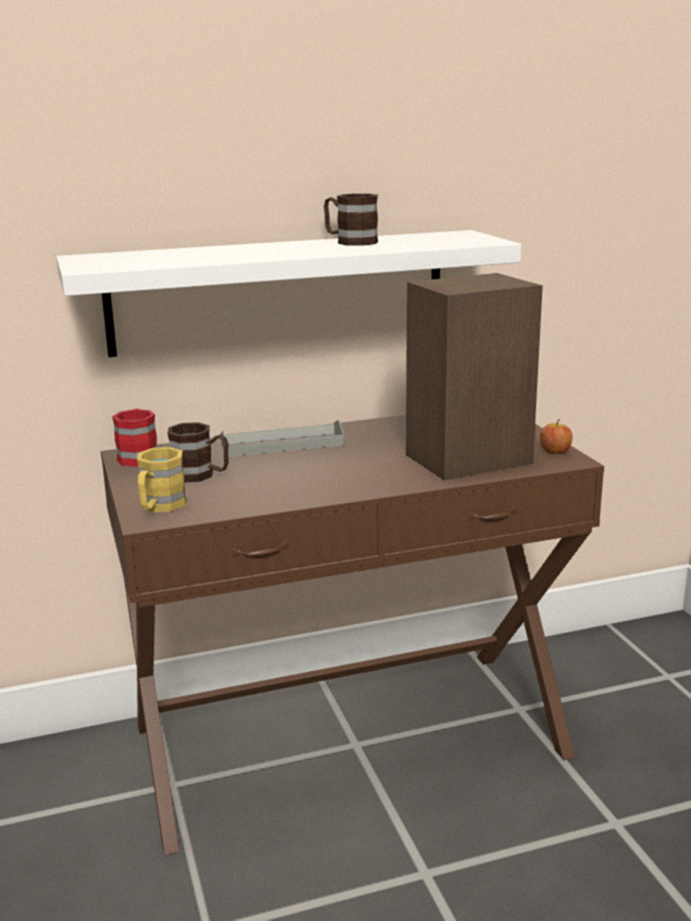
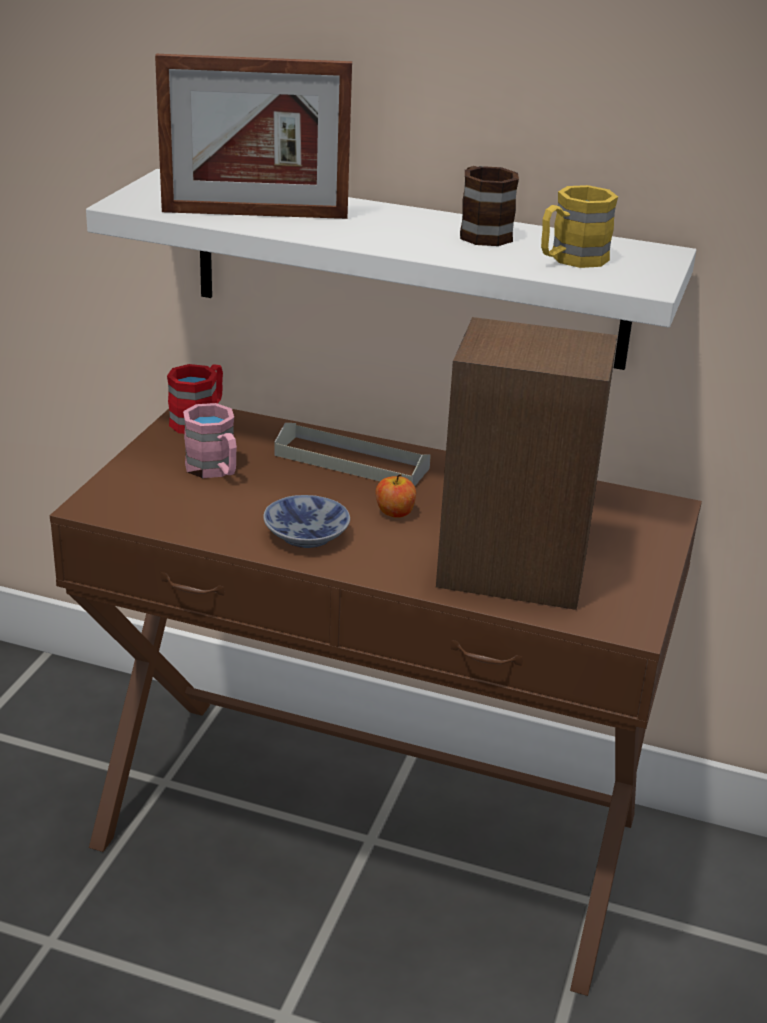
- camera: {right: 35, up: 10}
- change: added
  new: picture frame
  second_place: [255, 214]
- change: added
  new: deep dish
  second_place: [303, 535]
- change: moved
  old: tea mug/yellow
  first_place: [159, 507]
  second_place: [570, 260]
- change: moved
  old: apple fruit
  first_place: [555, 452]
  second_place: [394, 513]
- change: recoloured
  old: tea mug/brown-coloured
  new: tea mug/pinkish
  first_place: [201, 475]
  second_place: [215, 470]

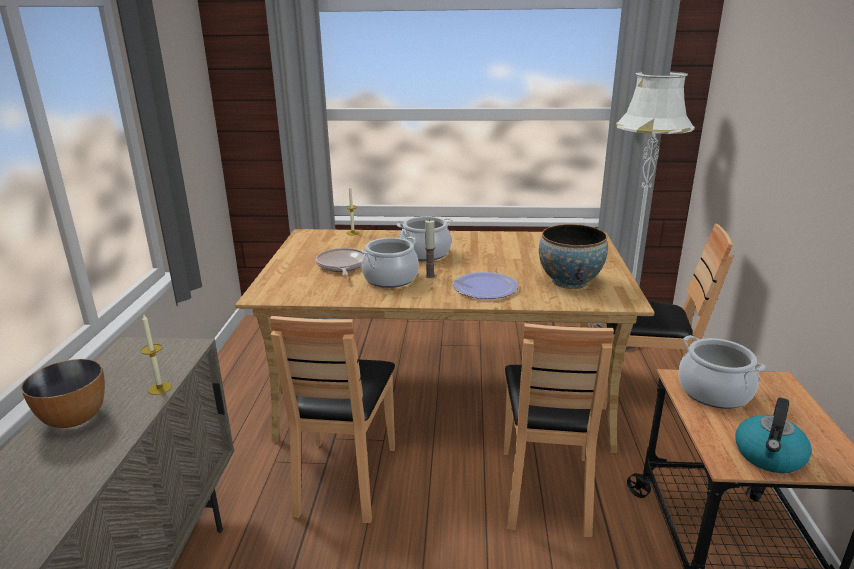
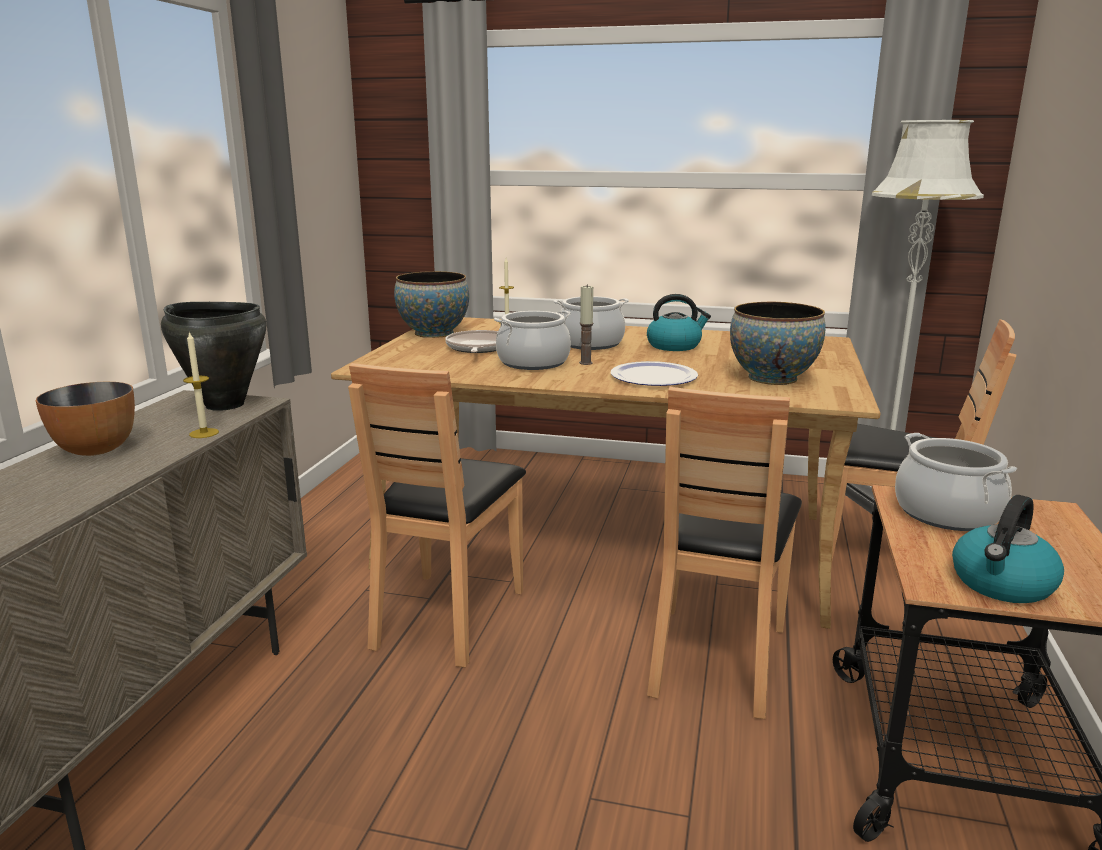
- camera: {right: 10, up: -5}
- change: added
  new: stockpot/blackish
  second_place: [224, 404]
- change: added
  new: deep dish
  second_place: [434, 333]
- change: added
  new: water kettle
  second_place: [674, 346]

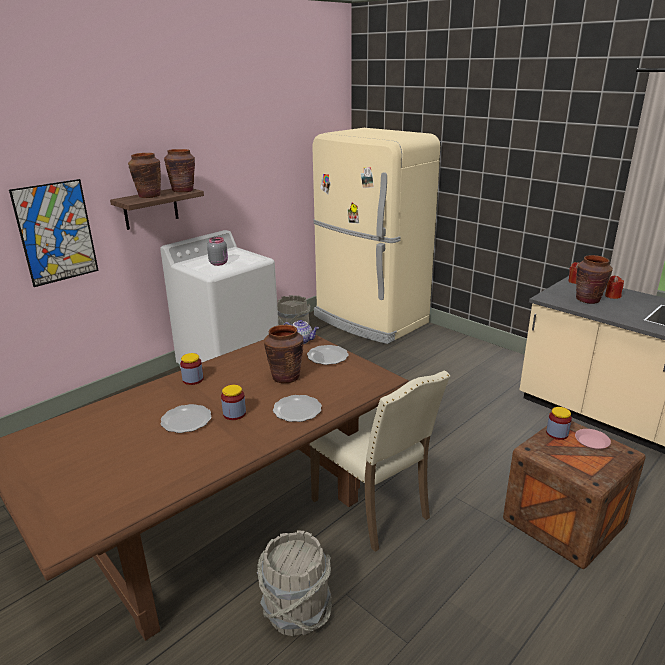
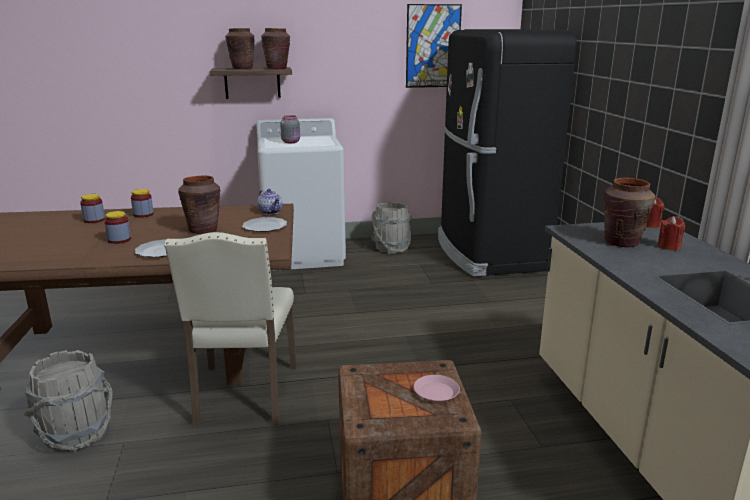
- camera: {right: 35, up: -5}
- change: removed
  old: dinner plate
  first_place: [186, 420]
- change: moved
  old: wall picture
  first_place: [56, 232]
  second_place: [433, 46]
- change: moved
  old: preserve jar
  first_place: [557, 433]
  second_place: [94, 220]
- change: recoloured
  old: kitchen fridge/sand-coloured
  new: kitchen fridge/blackish
  first_place: [369, 320]
  second_place: [488, 253]

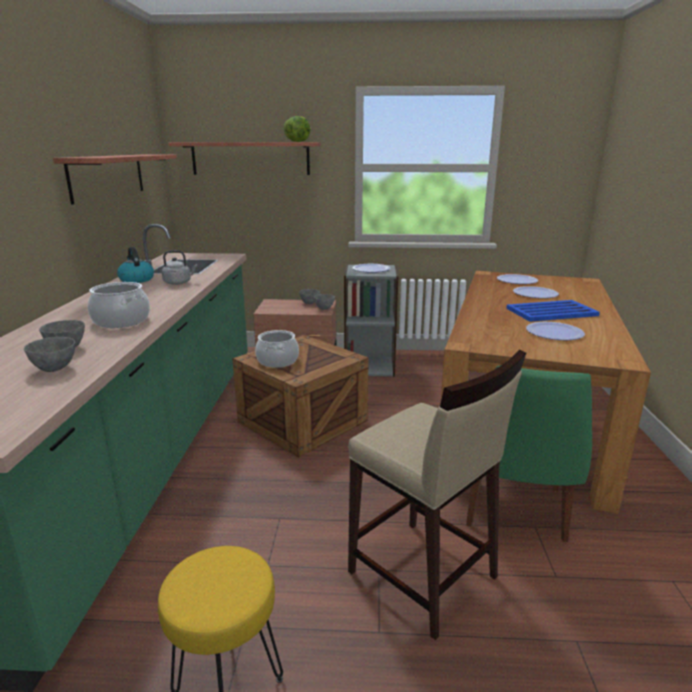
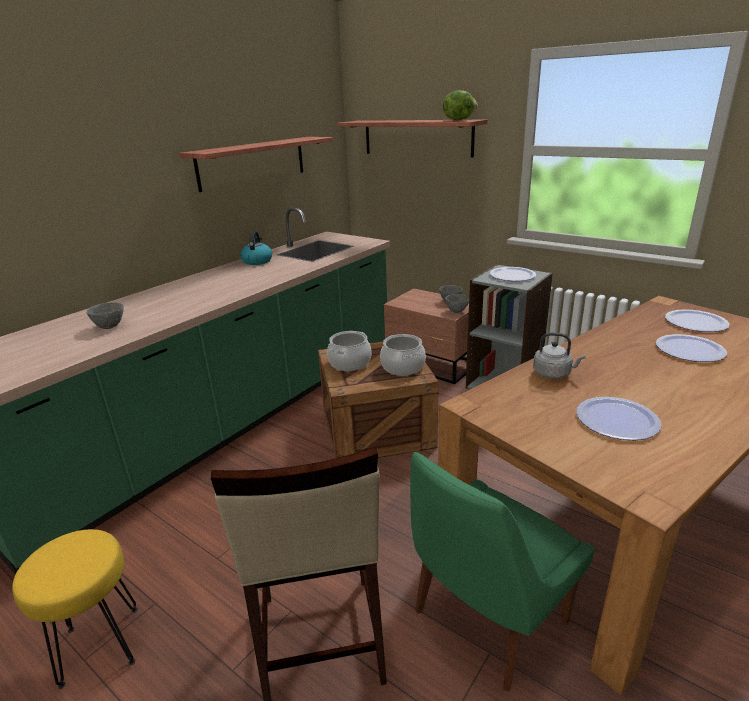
- camera: {right: 35, up: 5}
- change: removed
  old: deep dish/gray
  first_place: [55, 368]
- change: removed
  old: serving tray/blue-coloured
  first_place: [550, 312]
- change: moved
  old: stockpot
  first_place: [121, 321]
  second_place: [402, 367]
- change: moved
  old: water kettle/gray
  first_place: [179, 283]
  second_place: [553, 374]

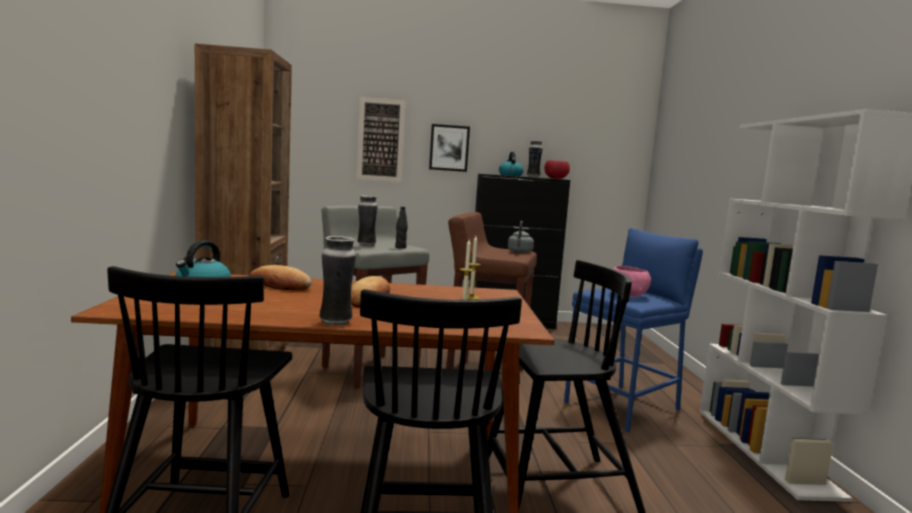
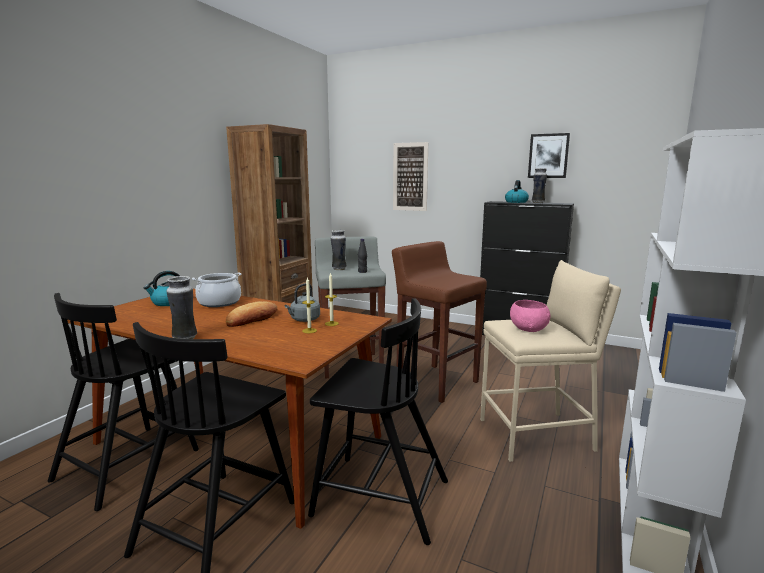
- camera: {right: 30, up: 5}
- change: removed
  old: deep dish/red
  first_place: [556, 178]
- change: moved
  old: wall picture
  first_place: [449, 148]
  second_place: [548, 156]
- change: moved
  old: water kettle/gray
  first_place: [519, 252]
  second_place: [304, 320]
- change: replaced
  old: bakery bread
  new: stockpot
  first_place: [279, 285]
  second_place: [219, 302]
- change: recoloured
  old: sitting stool/blue-coloured
  new: sitting stool/sand-coloured
  first_place: [623, 406]
  second_place: [536, 435]

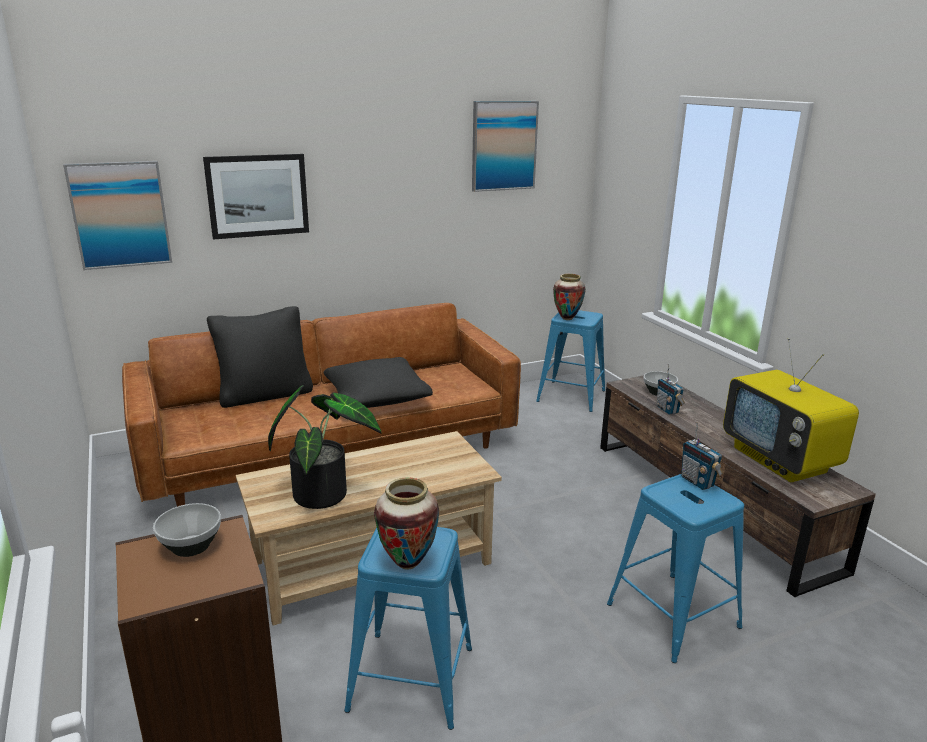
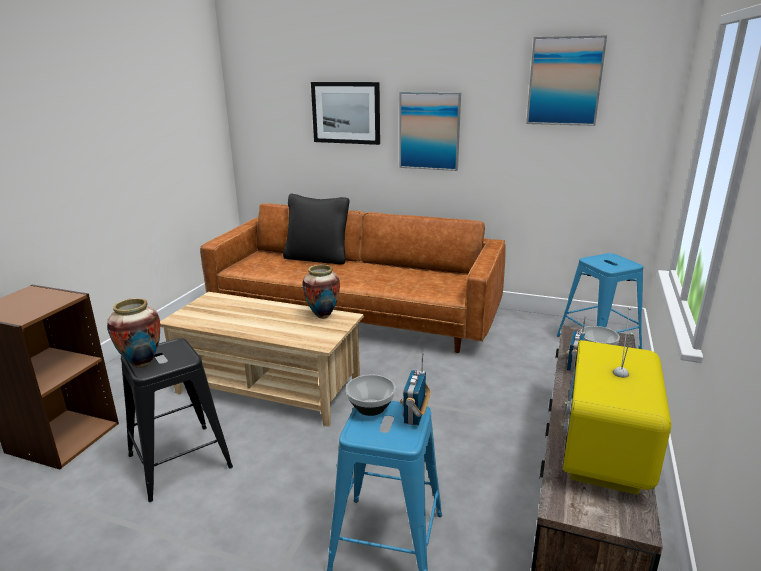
- camera: {right: 45, up: 0}
- change: removed
  old: potted plant
  first_place: [325, 492]
- change: removed
  old: throw pillow/blackish
  first_place: [376, 398]
- change: moved
  old: wall picture
  first_place: [120, 214]
  second_place: [429, 131]
- change: moved
  old: deep dish
  first_place: [191, 546]
  second_place: [371, 407]
- change: moved
  old: decorative vase
  first_place: [567, 318]
  second_place: [322, 316]
- change: recoloured
  old: sitting stool/blue-coloured
  new: sitting stool/blackish
  first_place: [410, 679]
  second_place: [179, 461]

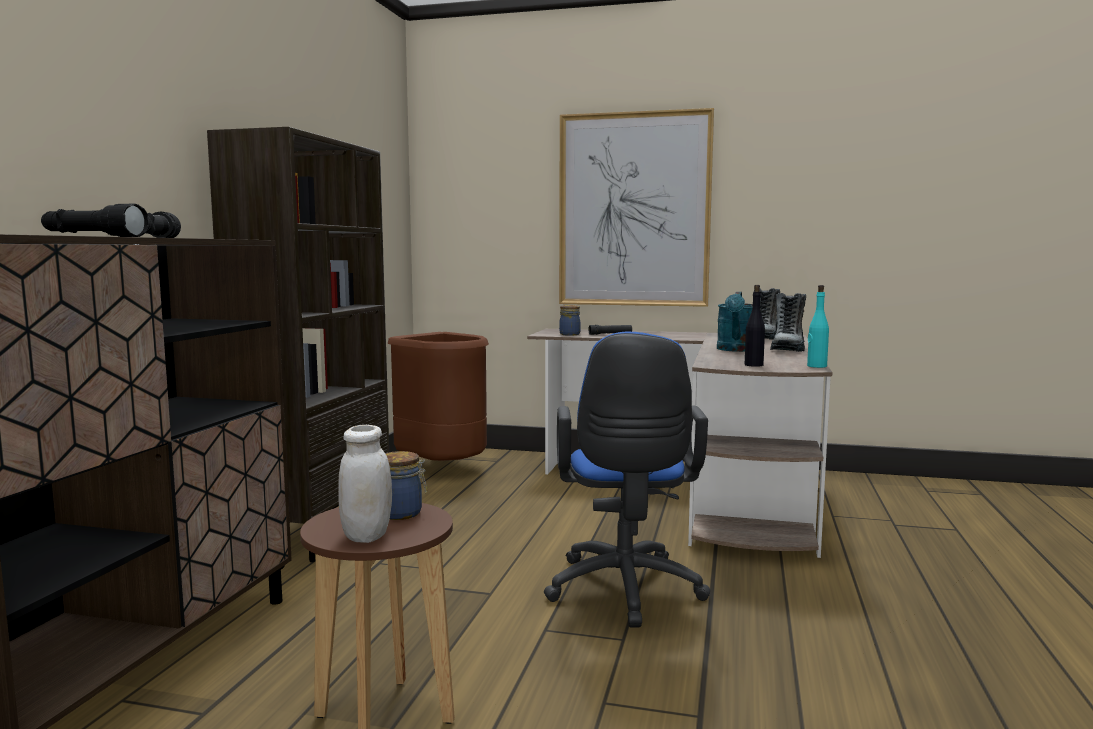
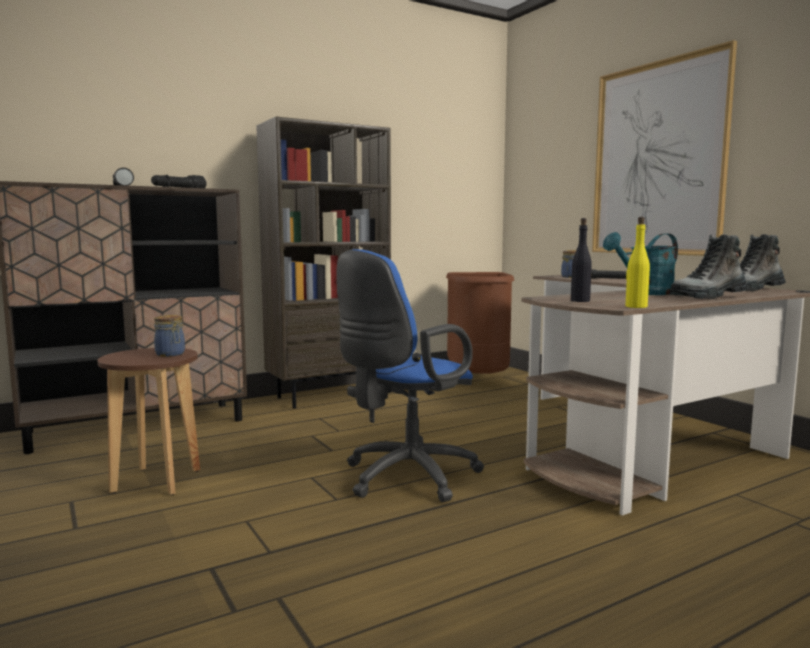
- camera: {right: 45, up: 0}
- change: removed
  old: preserve jar/white
  first_place: [367, 536]
- change: recoloured
  old: beverage bottle/turquoise
  new: beverage bottle/yellow
  first_place: [816, 366]
  second_place: [636, 306]

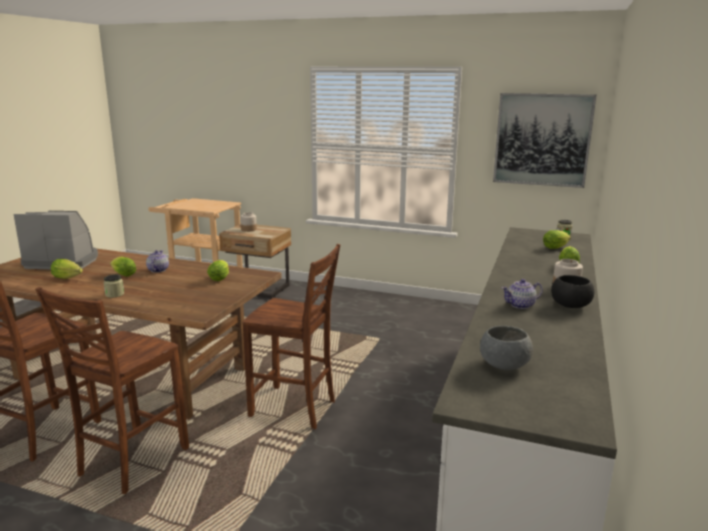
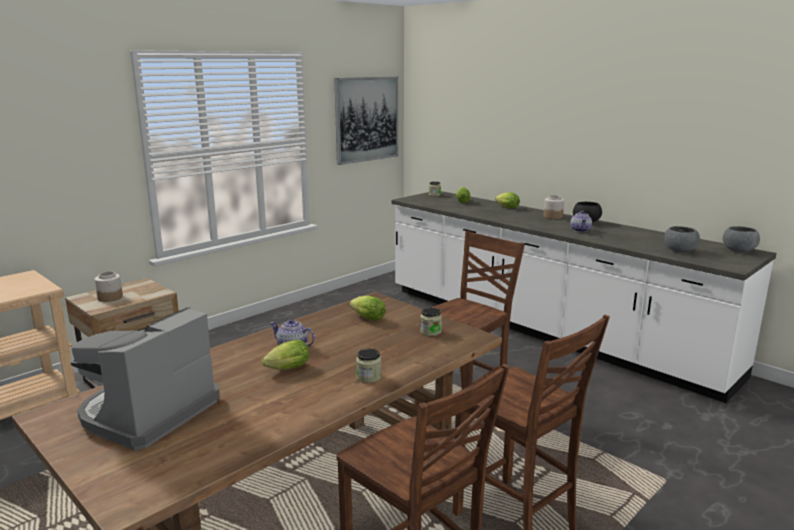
- camera: {right: -65, up: 0}
- change: removed
  old: lettuce
  first_place: [69, 278]
- change: added
  new: preserve jar
  second_place: [430, 332]
- change: added
  new: deep dish/gray
  second_place: [738, 250]

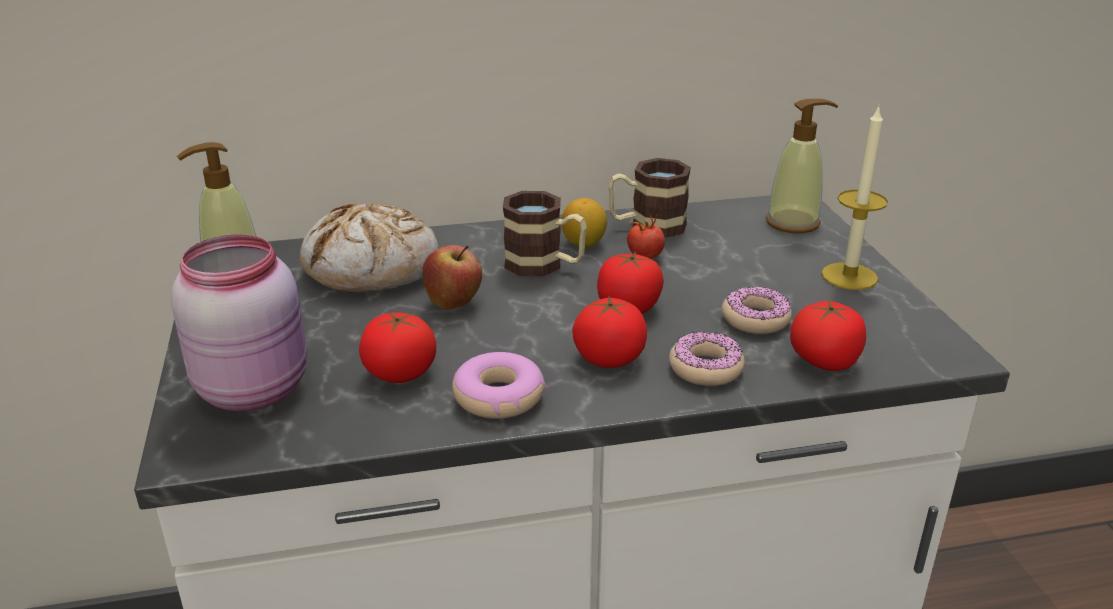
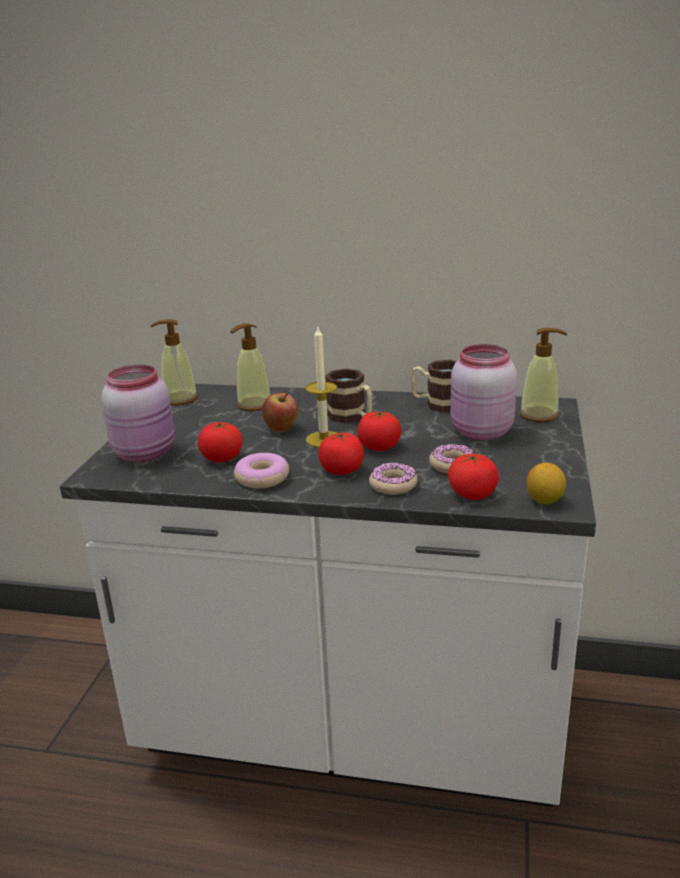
- camera: {right: 25, up: -5}
- change: removed
  old: whole tomato
  first_place: [645, 256]
- change: added
  new: preserve jar/pinkish
  second_place: [479, 432]
- change: moved
  old: citrus fruit
  first_place: [584, 244]
  second_place: [544, 501]
- change: moved
  old: wax candle
  first_place: [849, 276]
  second_place: [324, 439]
- change: replaced
  old: bakery bread
  new: soap dispenser
  first_place: [372, 268]
  second_place: [254, 405]

